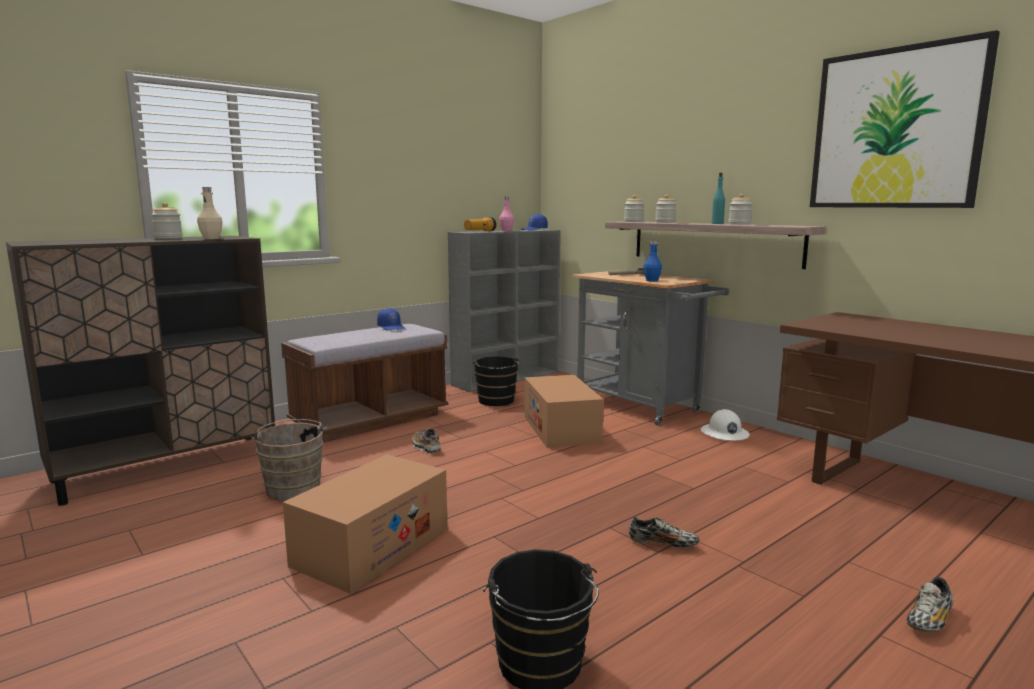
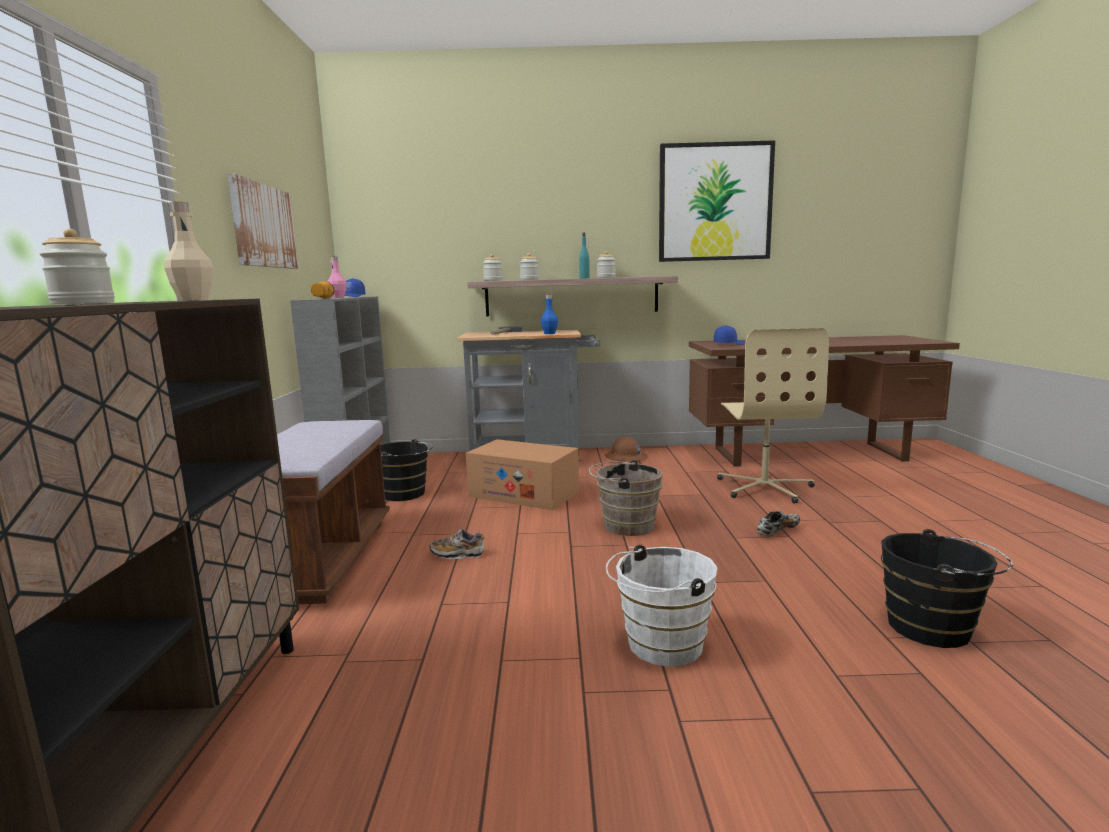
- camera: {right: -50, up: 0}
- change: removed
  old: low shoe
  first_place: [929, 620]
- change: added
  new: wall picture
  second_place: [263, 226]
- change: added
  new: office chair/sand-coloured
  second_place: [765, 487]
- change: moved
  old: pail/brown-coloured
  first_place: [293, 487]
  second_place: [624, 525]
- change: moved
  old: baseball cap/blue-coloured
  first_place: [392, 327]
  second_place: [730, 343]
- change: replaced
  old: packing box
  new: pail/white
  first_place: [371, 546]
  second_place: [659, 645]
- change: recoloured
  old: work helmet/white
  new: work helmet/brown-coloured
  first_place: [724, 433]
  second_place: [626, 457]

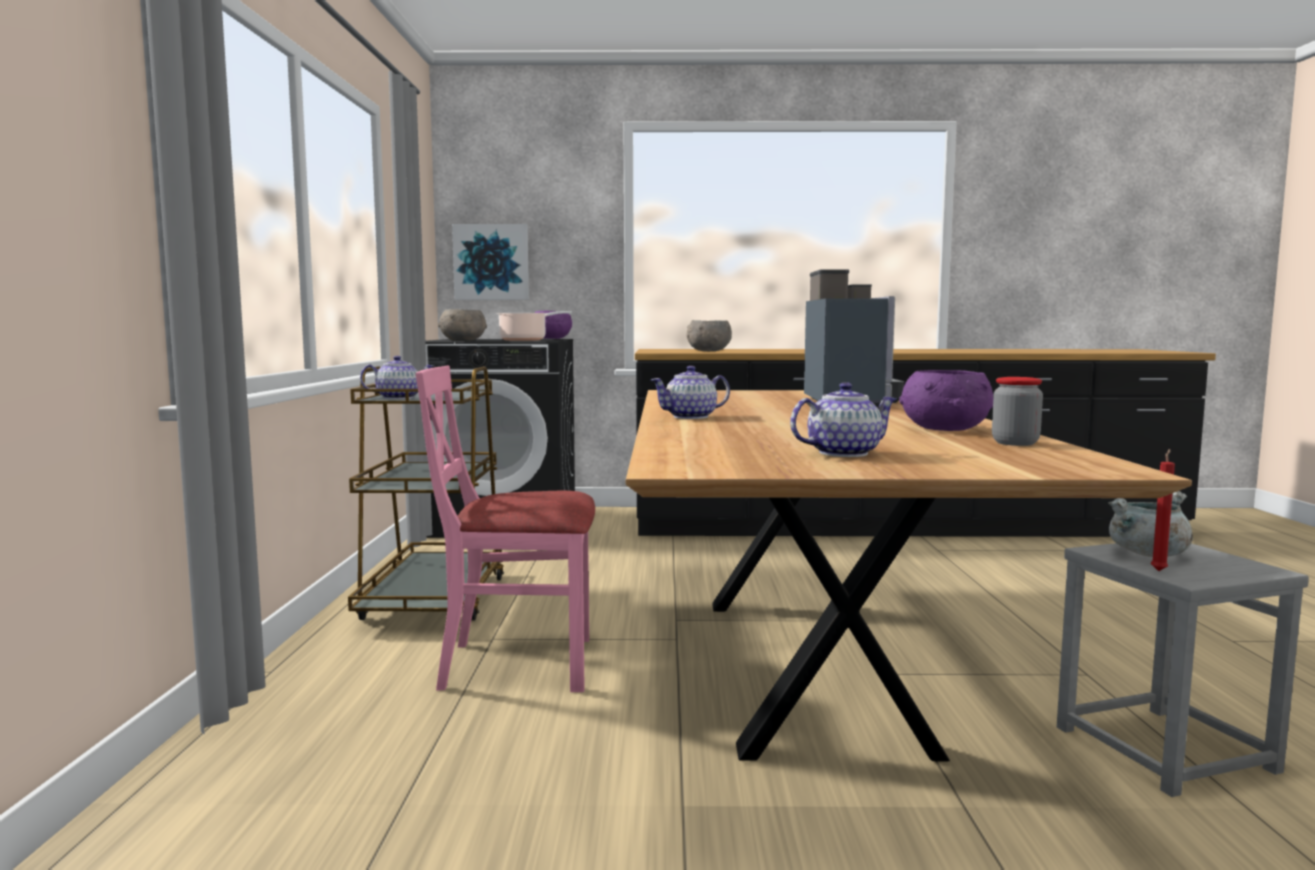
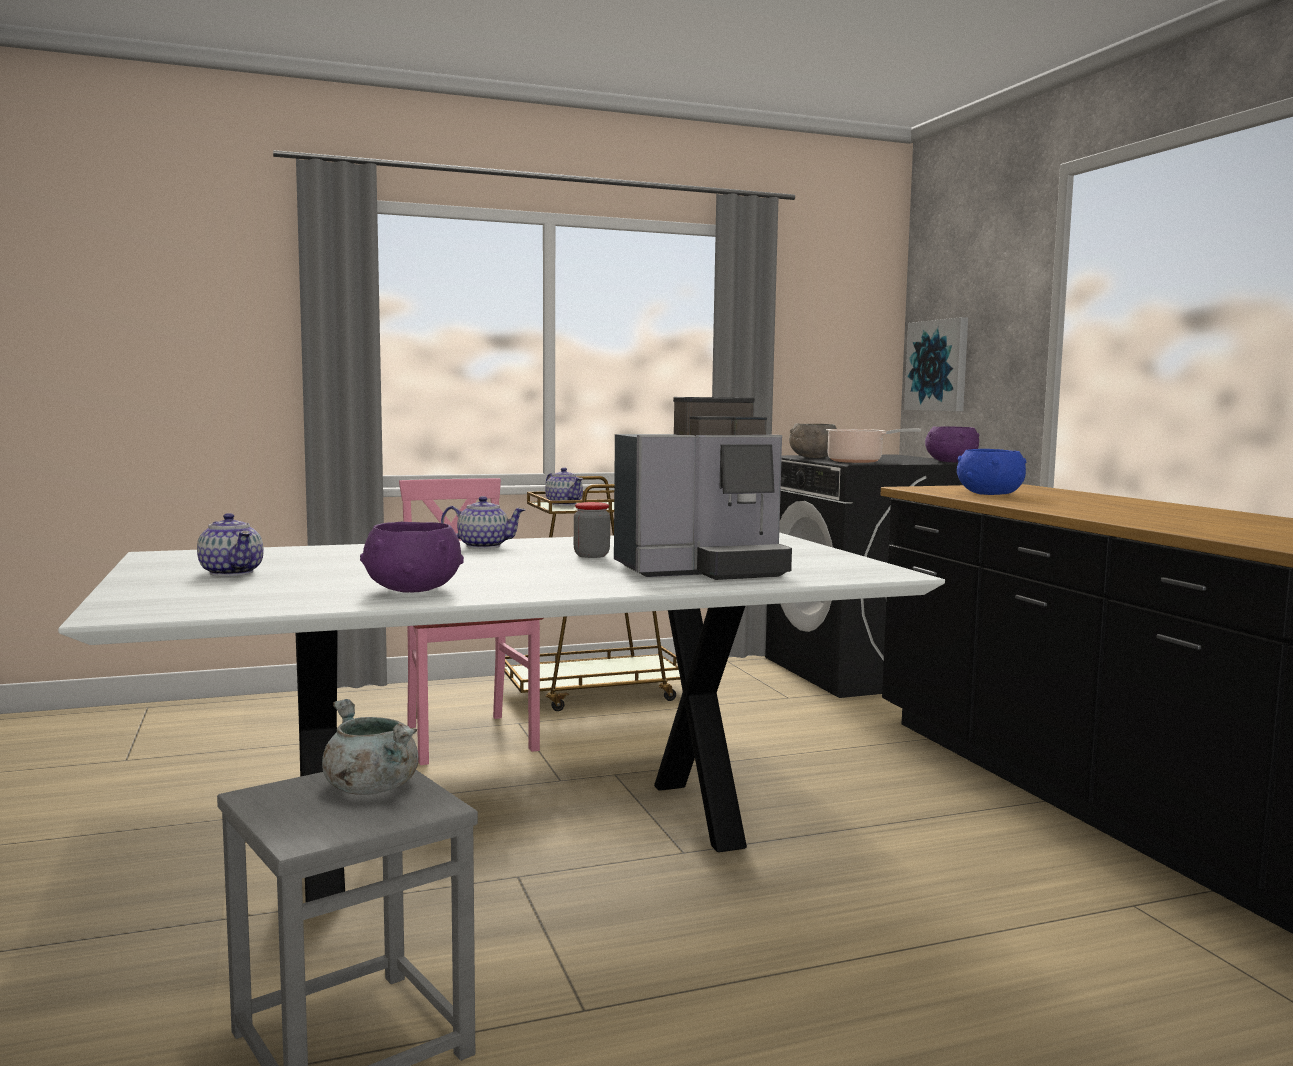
- camera: {right: 70, up: 0}
- change: removed
  old: wax candle/red
  first_place: [1159, 570]
- change: moved
  old: preserve jar
  first_place: [1015, 443]
  second_place: [591, 555]
- change: recoloured
  old: dinner table/brown-coloured
  new: dinner table/white
  first_place: [805, 666]
  second_place: [517, 838]
- change: recoloured
  old: deep dish/gray
  new: deep dish/blue-coloured
  first_place: [708, 351]
  second_place: [989, 494]
- change: turned
  old: pot for tea
  first_place: [691, 417]
  second_place: [483, 546]
  degrees: 135

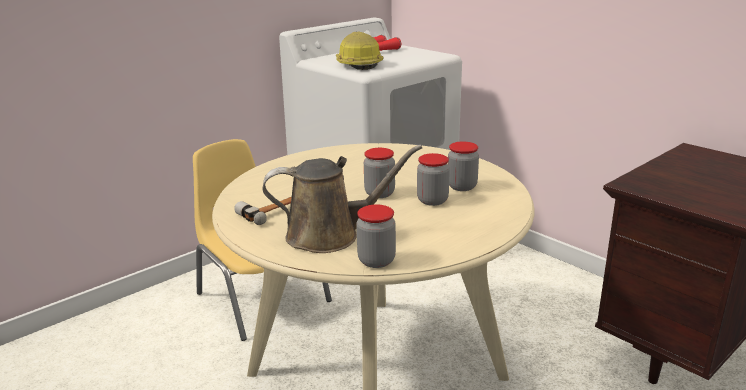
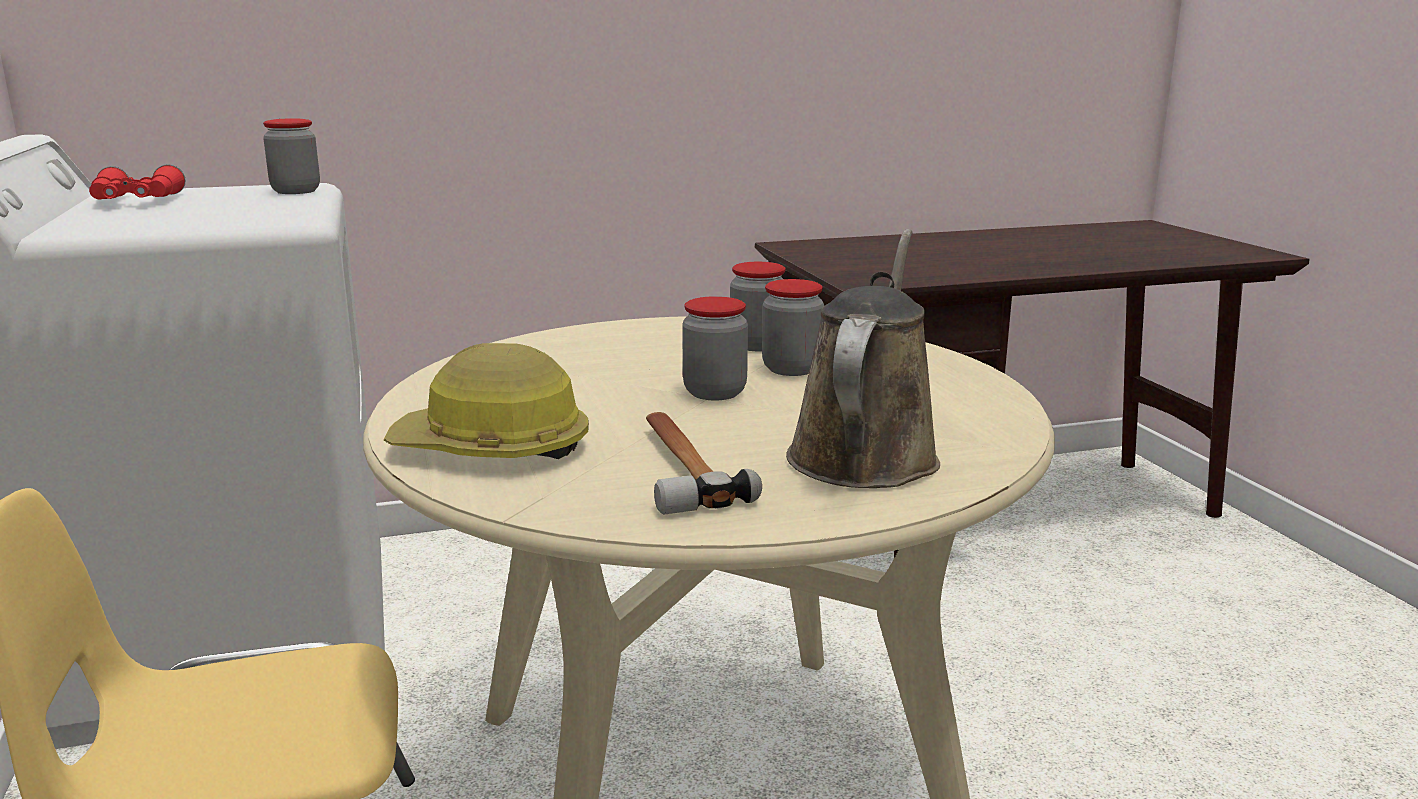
- camera: {right: -65, up: -5}
- change: moved
  old: work helmet
  first_place: [357, 64]
  second_place: [493, 448]
- change: moved
  old: preserve jar
  first_place: [376, 261]
  second_place: [296, 191]

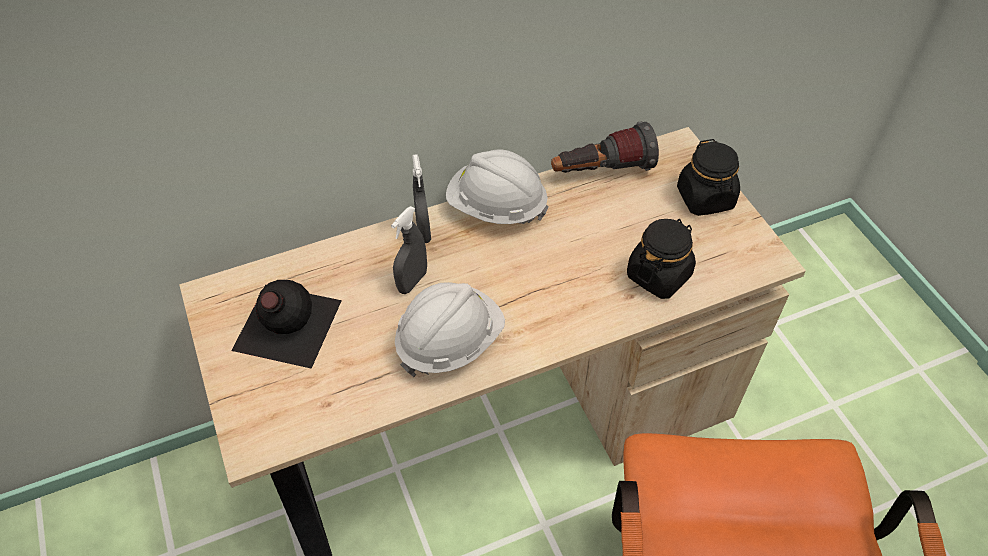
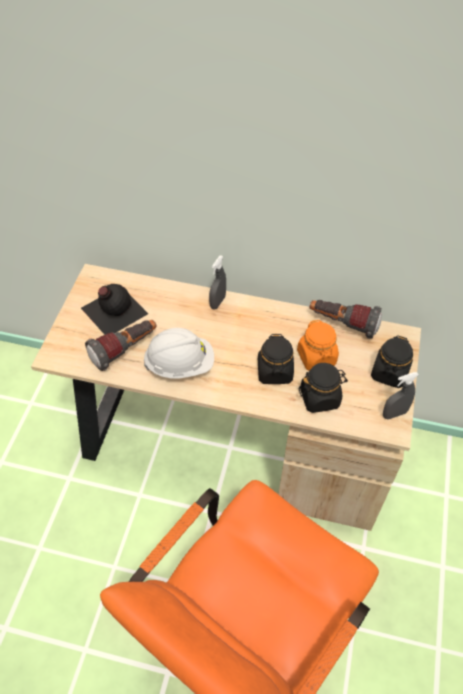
- camera: {right: 35, up: 0}
- change: removed
  old: work helmet/white
  first_place: [496, 208]
- change: added
  new: torch
  second_place: [125, 350]
- change: added
  new: preserve jar/blackish
  second_place: [274, 372]
- change: added
  new: preserve jar/orange
  second_place: [316, 357]
- change: moved
  old: spray bottle/gray
  first_place: [412, 281]
  second_place: [394, 414]

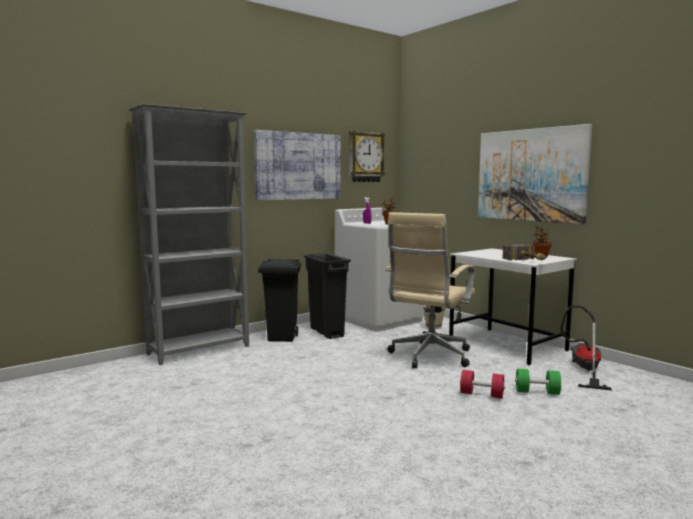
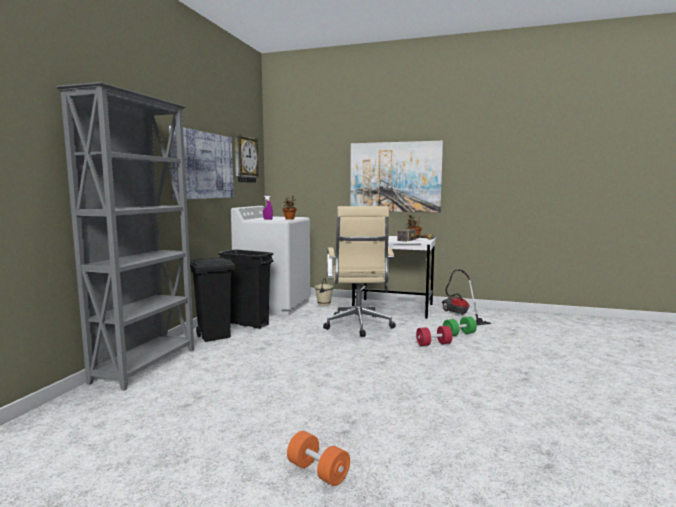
- camera: {right: -35, up: 0}
- change: added
  new: hand weight/orange
  second_place: [318, 472]

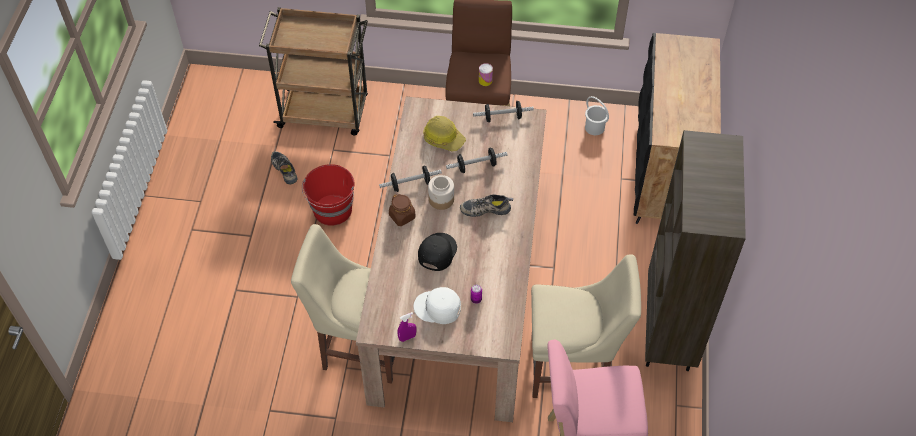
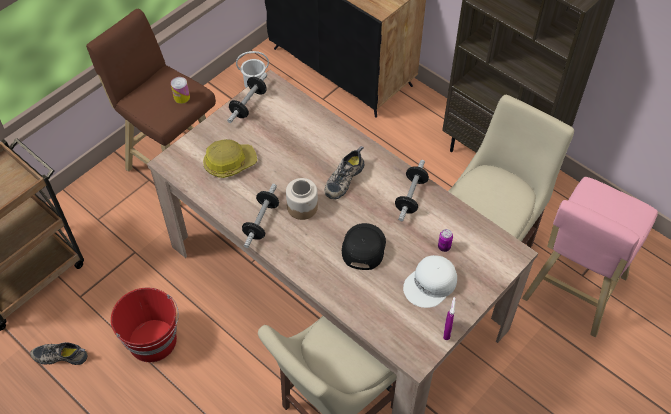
- camera: {right: -55, up: 0}
- change: removed
  old: preserve jar/brown-coloured
  first_place: [402, 216]
- change: moved
  old: hand weight
  first_place: [476, 166]
  second_place: [411, 196]
- change: turned
  old: baseball cap/blackish
  first_place: [436, 252]
  second_place: [362, 247]
  degrees: 45

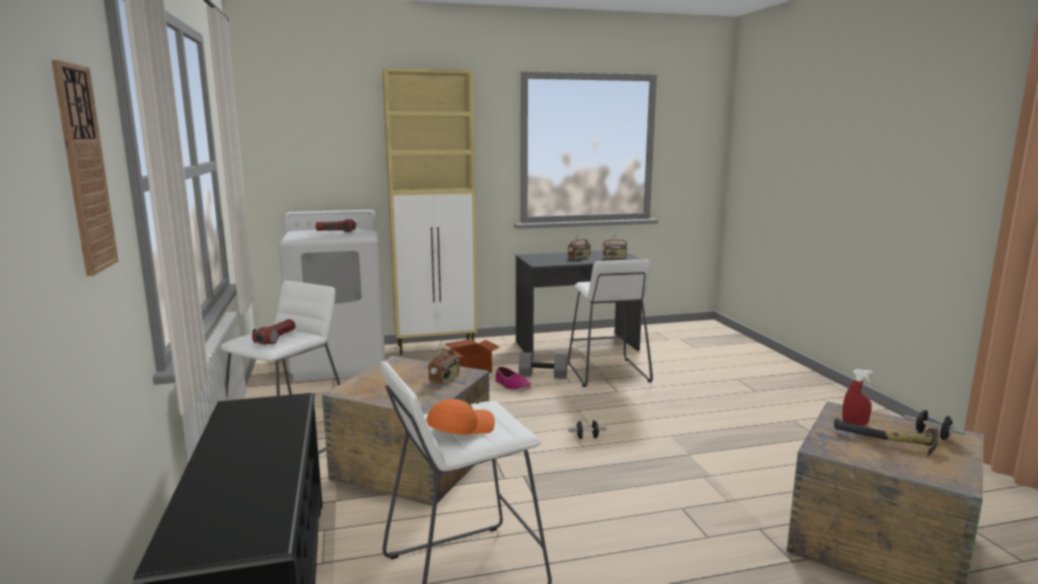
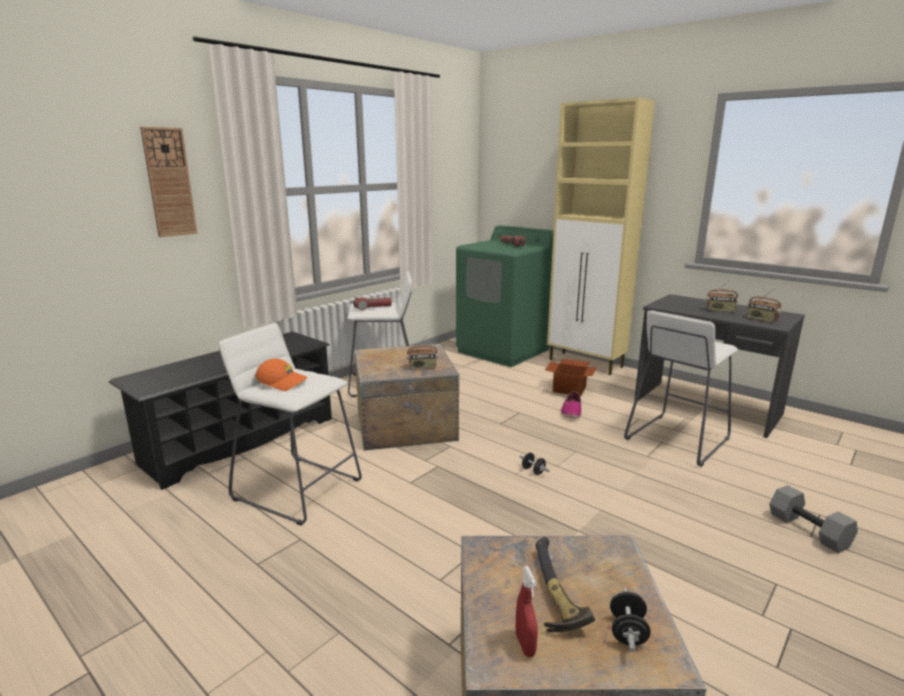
- camera: {right: 55, up: 5}
- change: moved
  old: hand weight/gray
  first_place: [543, 374]
  second_place: [809, 530]
- change: moved
  old: spray bottle/red
  first_place: [854, 423]
  second_place: [525, 644]
- change: recoloured
  old: laundry machine/white
  new: laundry machine/greenish
  first_place: [340, 362]
  second_place: [504, 350]

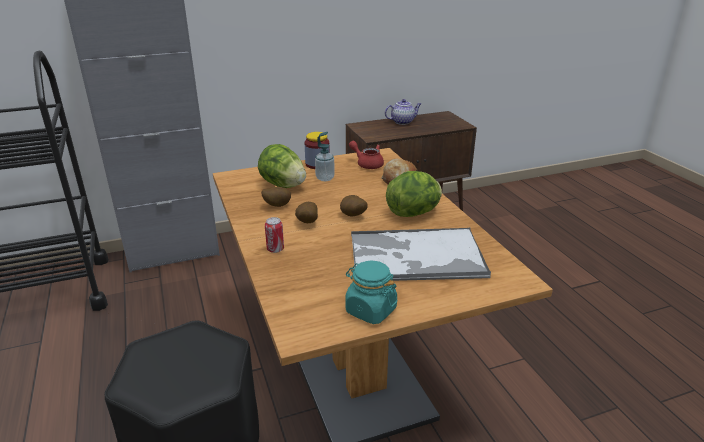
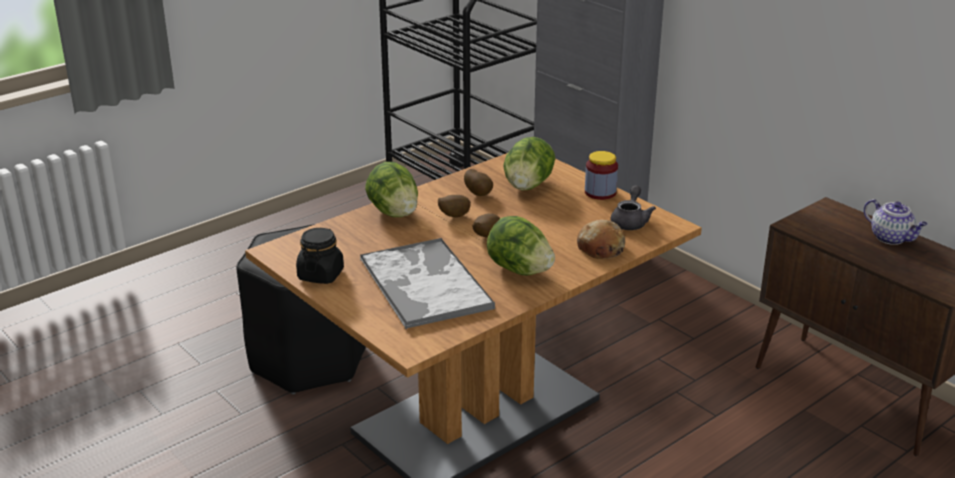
- camera: {right: 70, up: 0}
- change: removed
  old: soap dispenser
  first_place: [325, 178]
- change: replaced
  old: sealed can
  new: lettuce
  first_place: [275, 249]
  second_place: [394, 212]
- change: recoloured
  old: preserve jar/turquoise
  new: preserve jar/blackish
  first_place: [370, 310]
  second_place: [321, 275]
- change: recoloured
  old: pot for tea/red
  new: pot for tea/gray
  first_place: [367, 164]
  second_place: [630, 221]

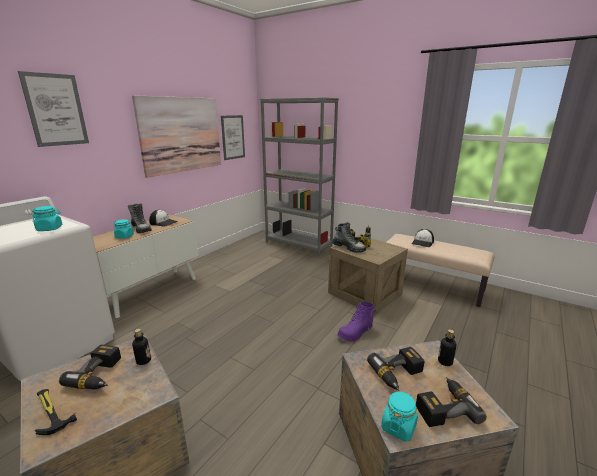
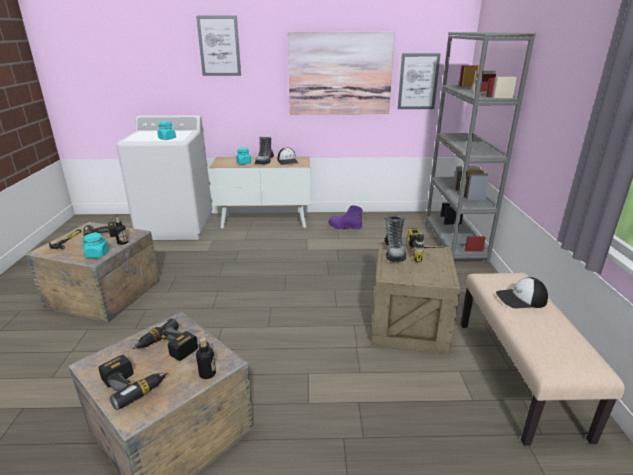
- camera: {right: 55, up: 5}
- change: moved
  old: tall boot/purple-coloured
  first_place: [356, 333]
  second_place: [344, 227]
- change: moved
  old: preserve jar/turquoise
  first_place: [398, 427]
  second_place: [97, 254]

